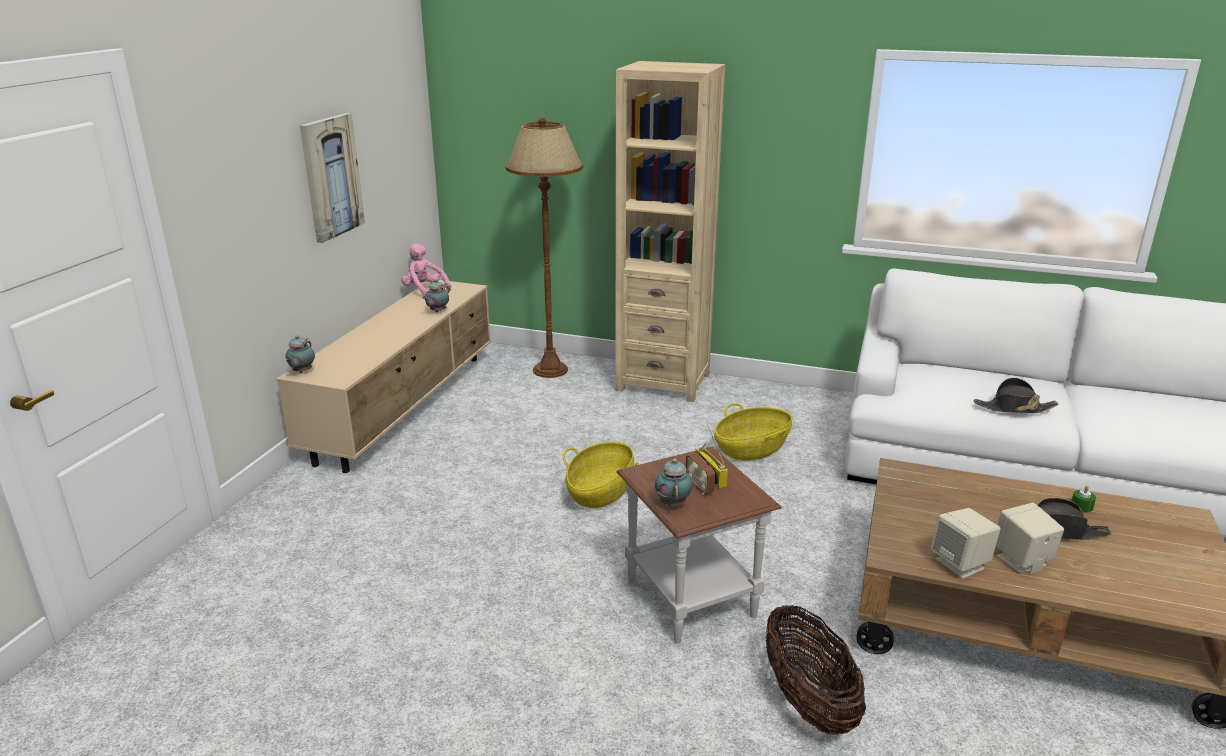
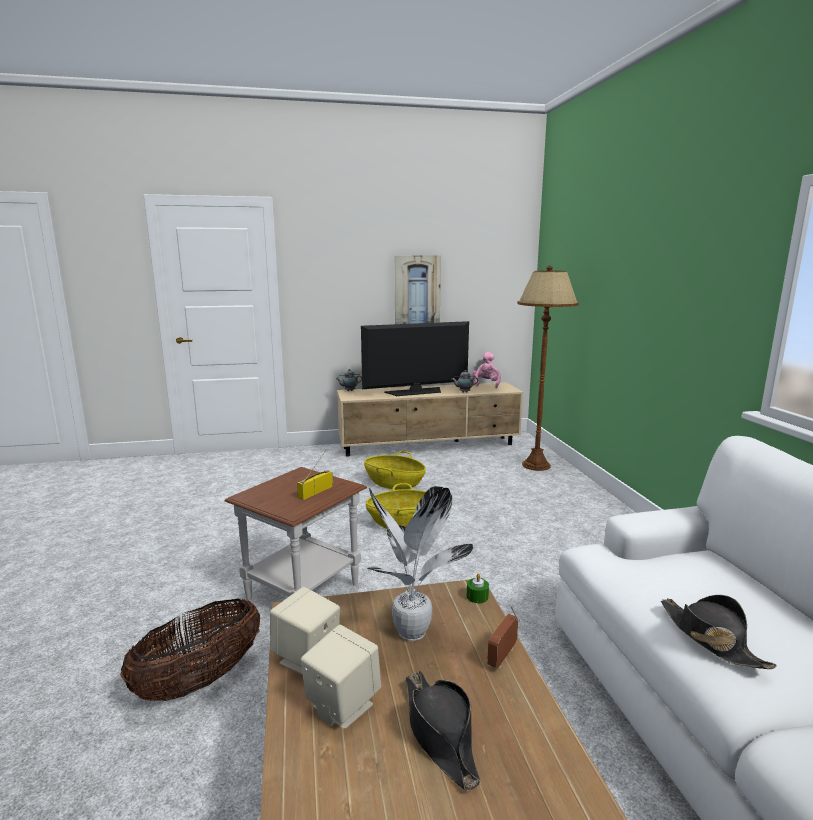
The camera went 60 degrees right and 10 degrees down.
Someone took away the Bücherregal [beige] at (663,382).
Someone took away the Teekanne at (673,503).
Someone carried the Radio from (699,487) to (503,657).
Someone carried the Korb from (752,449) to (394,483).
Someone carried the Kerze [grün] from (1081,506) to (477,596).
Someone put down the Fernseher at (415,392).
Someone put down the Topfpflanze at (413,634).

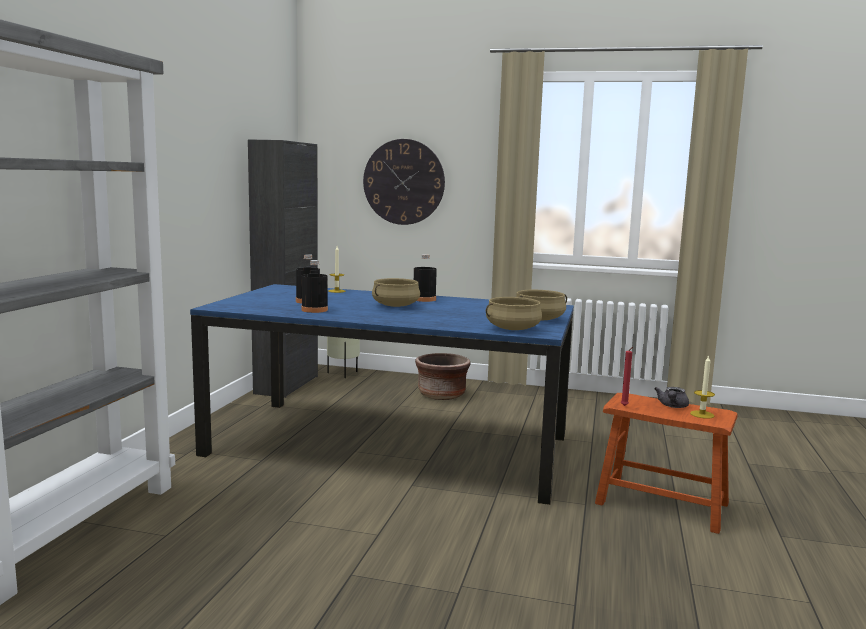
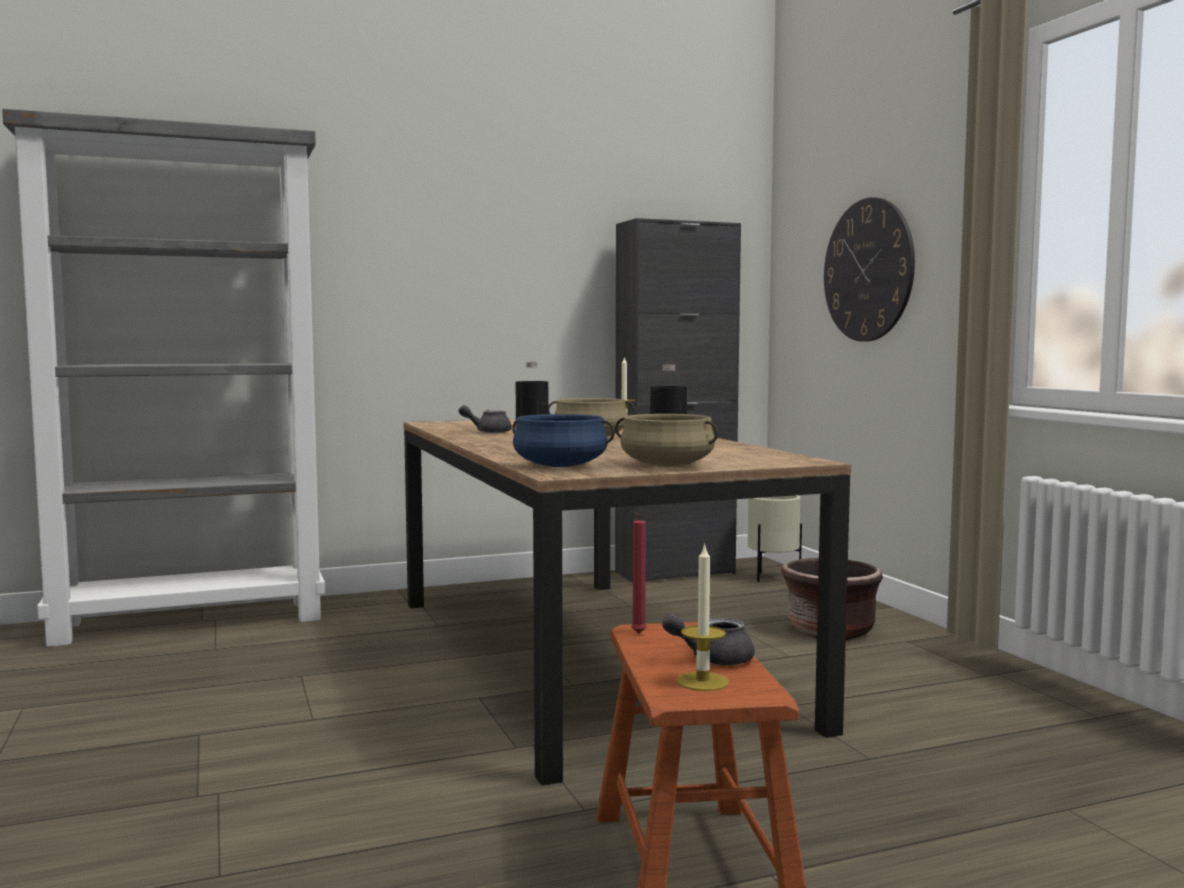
The camera went 55 degrees right and 5 degrees down.
Someone repainted the Esstisch [blau] at (388,446), which became the Esstisch [braun] at (580,657).
Someone swapped the Flasche [schwarz] at (314,310) for the Teekanne [grau] at (488,432).
Someone repainted the Kochtopf [beige] at (513,329), which became the Kochtopf [blau] at (561,466).

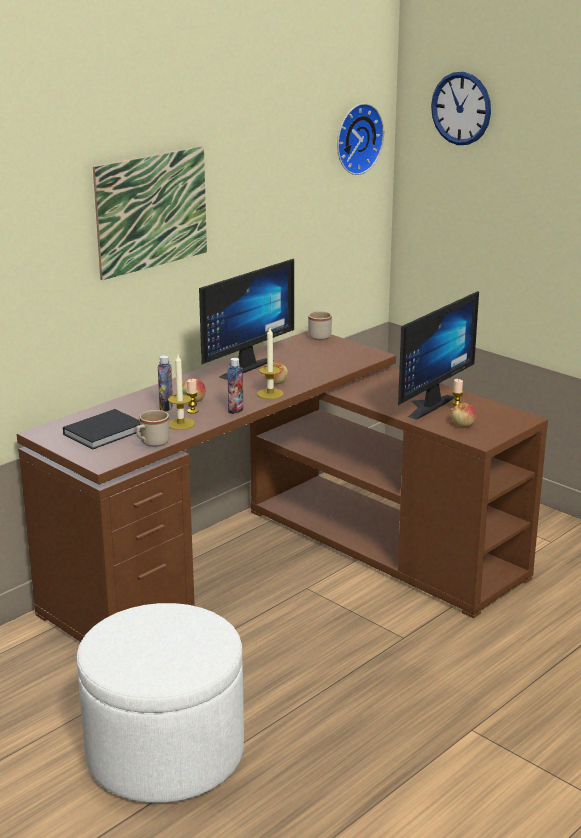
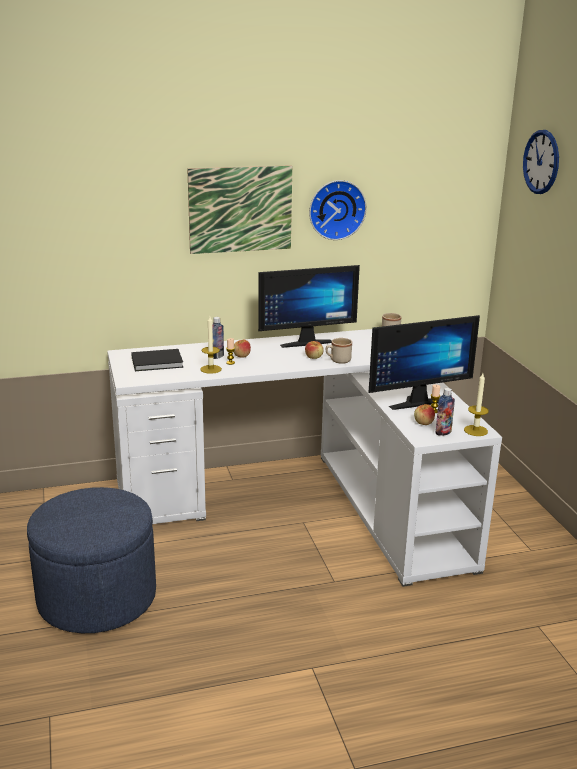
The camera went 30 degrees right and 0 degrees up.
Someone repainted the Schreibtisch [braun] at (286,563), which became the Schreibtisch [weiß] at (308,500).
Someone repainted the Polsterhocker [weiß] at (165,752), which became the Polsterhocker [blau] at (97,597).
Someone carried the Henkelbecher [beige] from (152,443) to (337,360).
Someone carried the Flasche from (235,410) to (443,432).
Someone carried the Kerze from (270,394) to (475,430).
Someone carried the Wanduhr from (356,138) to (336,209).

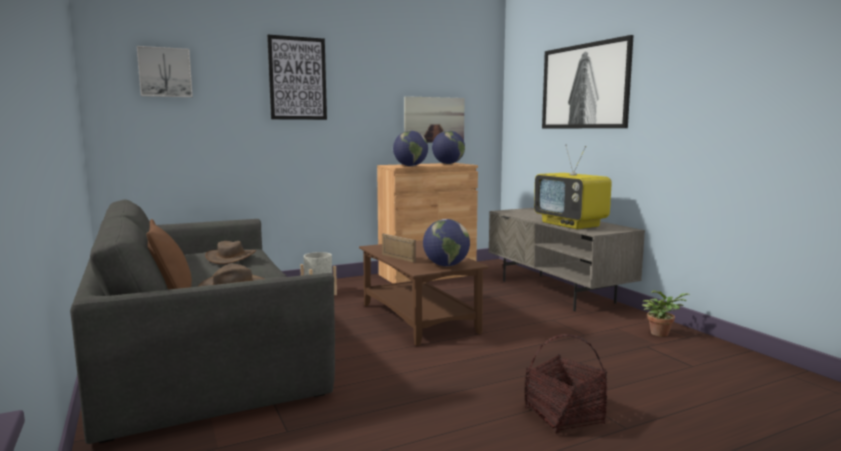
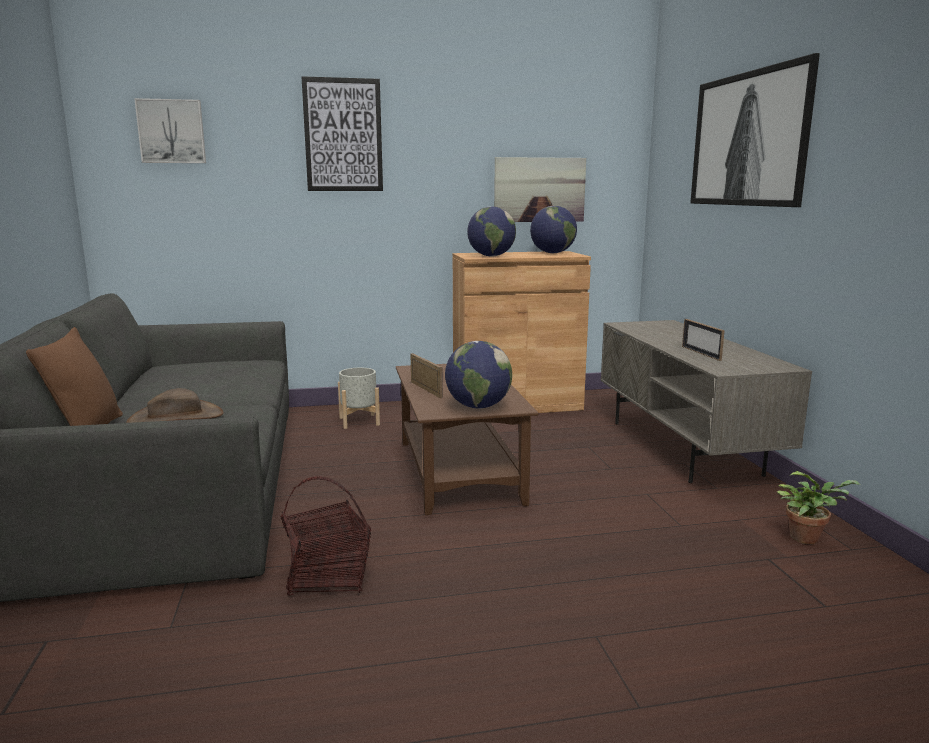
The camera went 15 degrees right and 5 degrees up.
Someone took away the Hut [braun] at (231,257).
Someone carried the Korb from (564,416) to (328,576).
Someone swapped the Fernseher at (571,224) for the Bilderrahmen at (701,353).

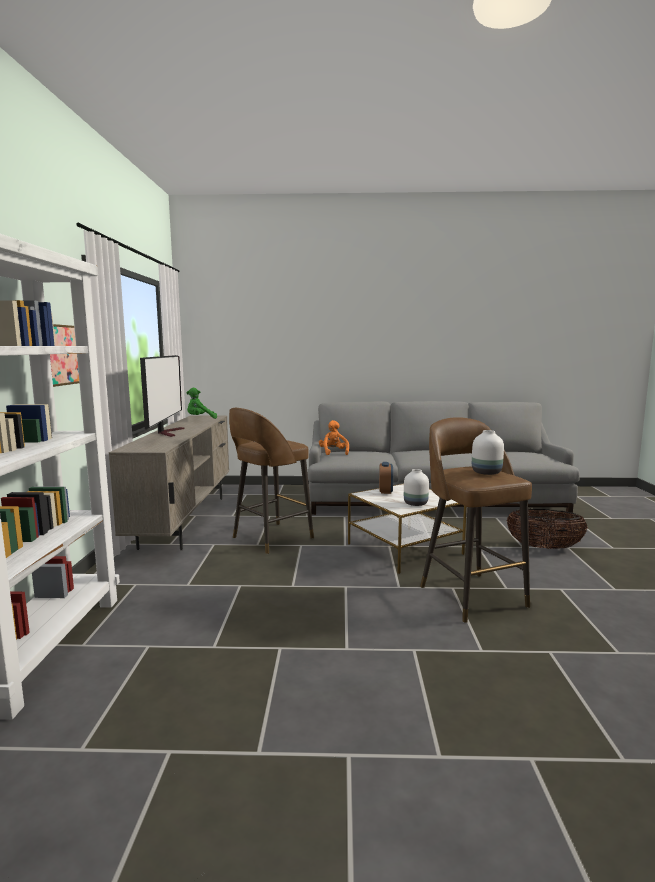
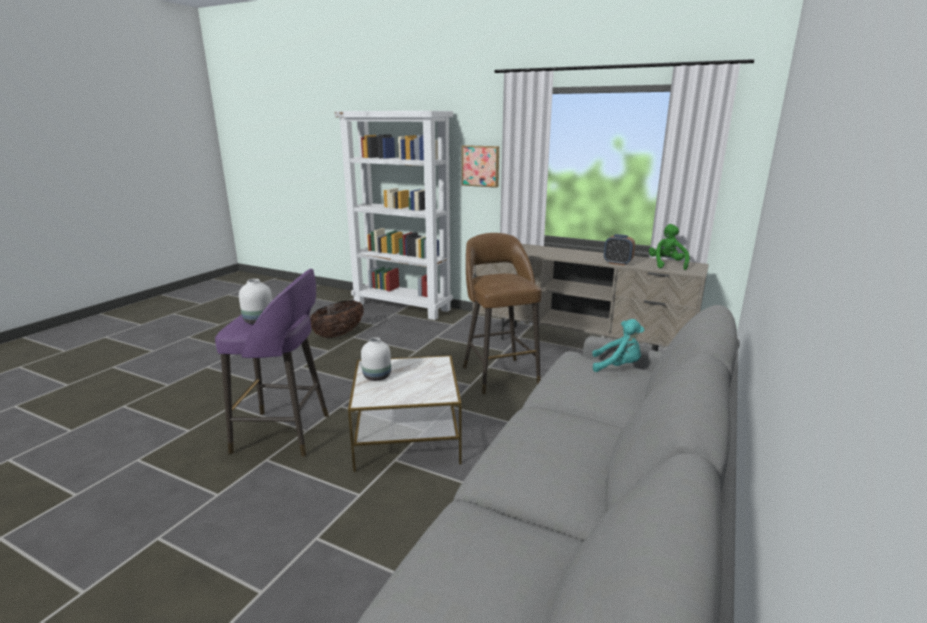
The camera went 115 degrees right and 10 degrees up.
Someone took away the Fernseher at (168,432).
Someone repainted the Plüschtier [orange] at (333,452), which became the Plüschtier [türkis] at (617,366).
Someone carried the Wecker from (385,491) to (617,263).
Someone repainted the Hocker [braun] at (470,595), which became the Hocker [lila] at (285,434).
Someone carried the Korb from (544,547) to (339,334).

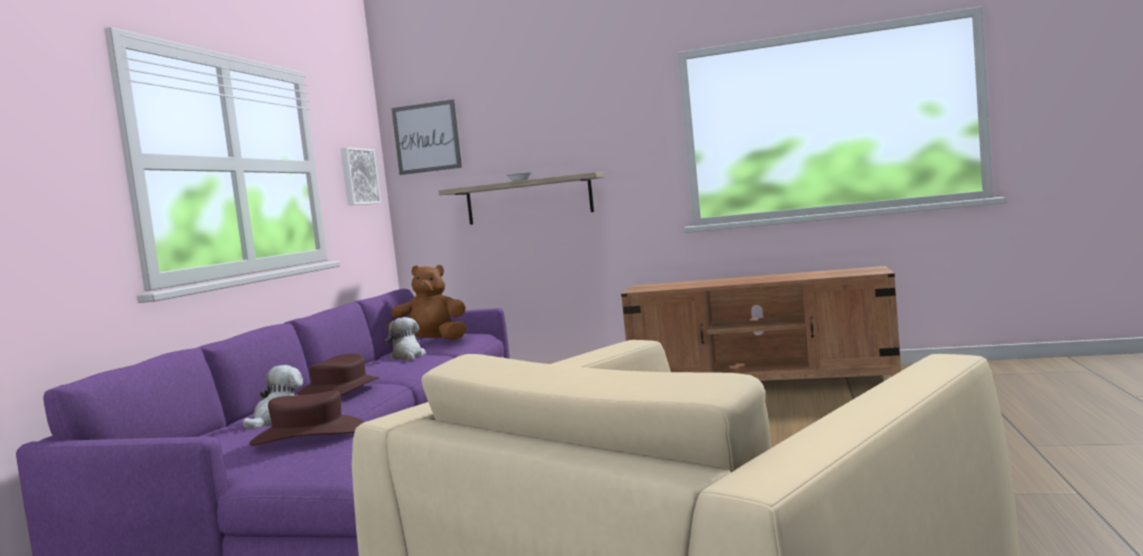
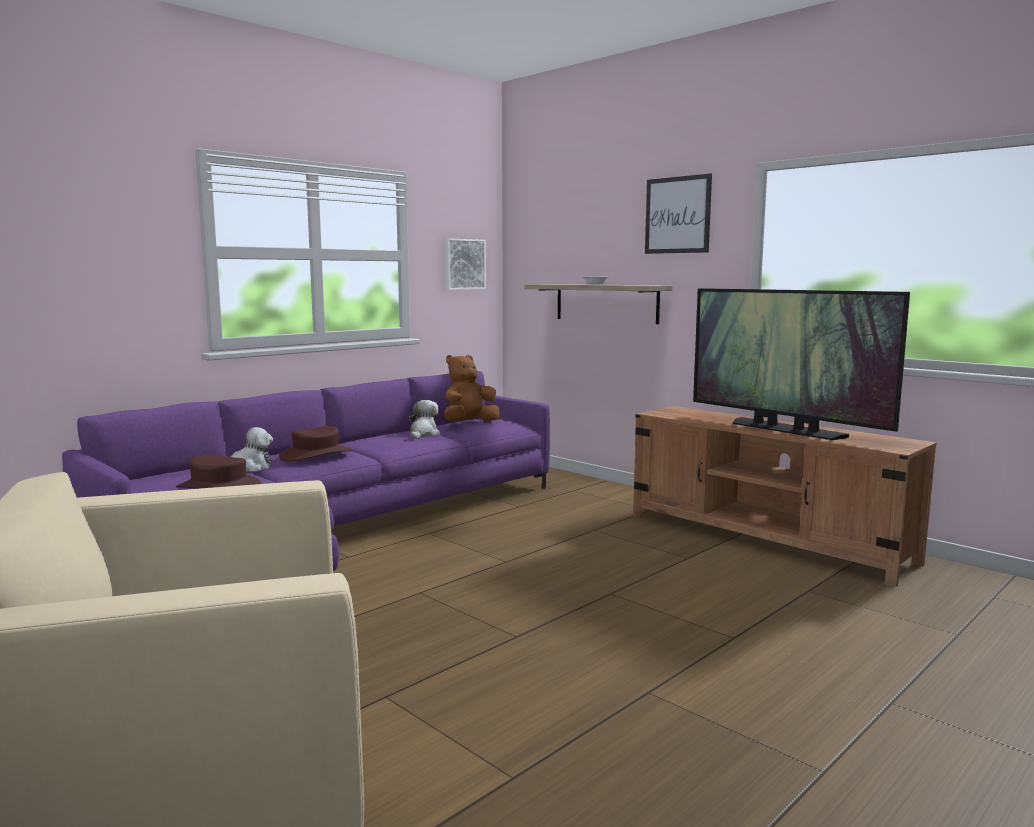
The camera went 30 degrees right and 5 degrees up.
Someone rotated the Plüschtier [braun] at (431,341) by 75 degrees counterclockwise.
Someone carried the Bild from (426,137) to (677,215).
Someone put down the Fernseher at (785,430).

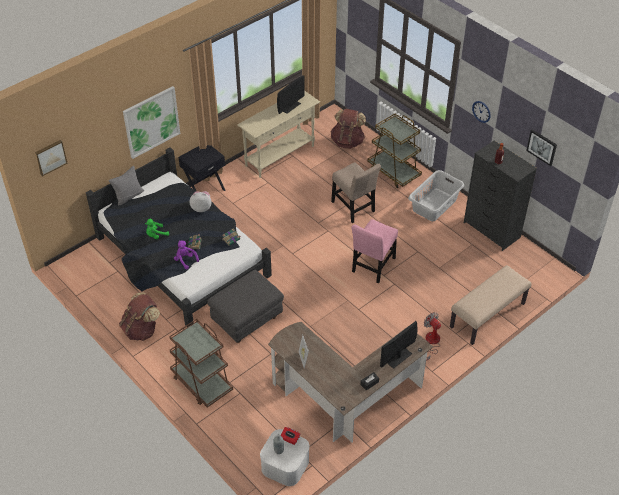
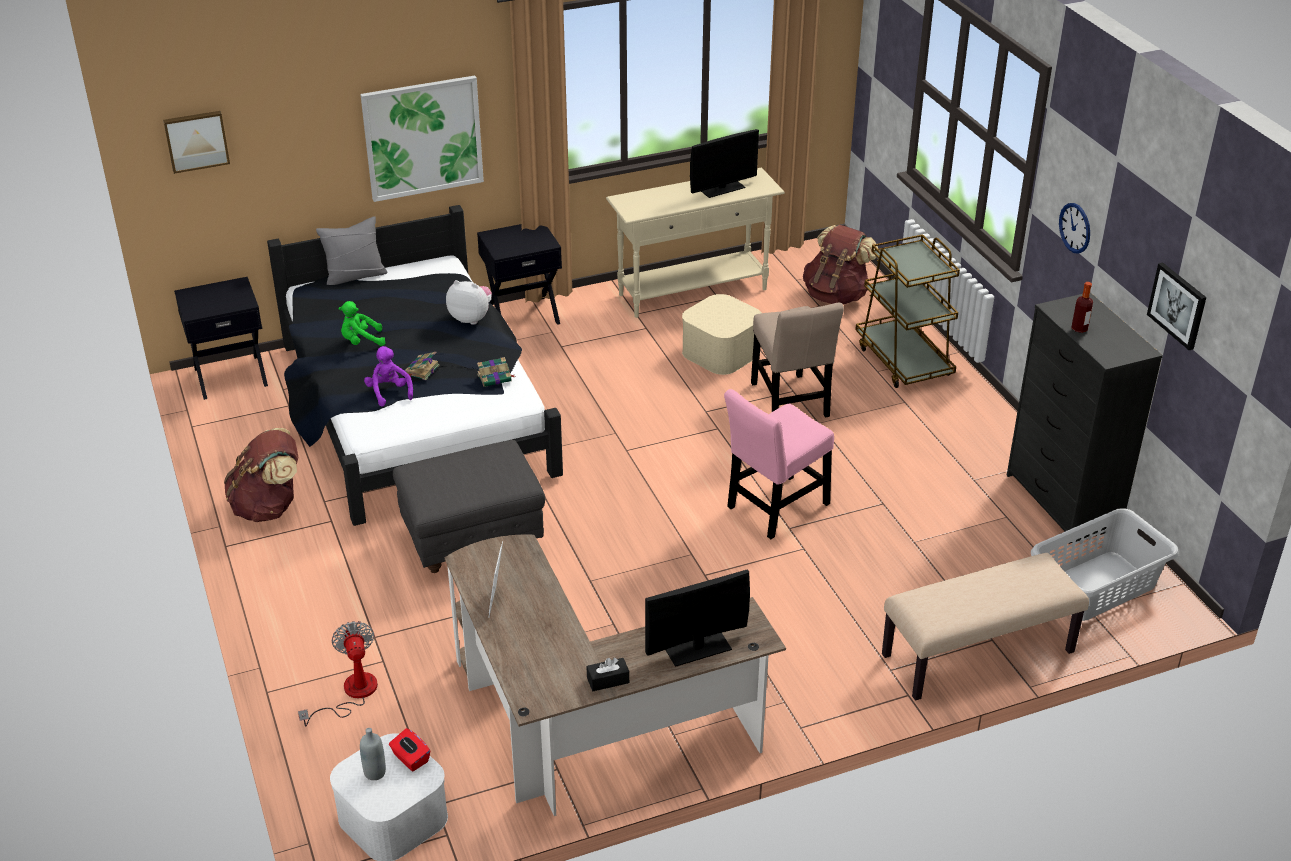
The camera went 20 degrees right and 10 degrees down.
Someone took away the Rollwagen [braun] at (201,383).
Someone carried the Wäschekorb [grau] from (435,205) to (1098,586).
Someone carried the Ventilator from (431,343) to (351,694).
Someone put down the Nachttisch [schwarz] at (230,376).
Someone put down the Aufbewahrungsbox [beige] at (720,352).

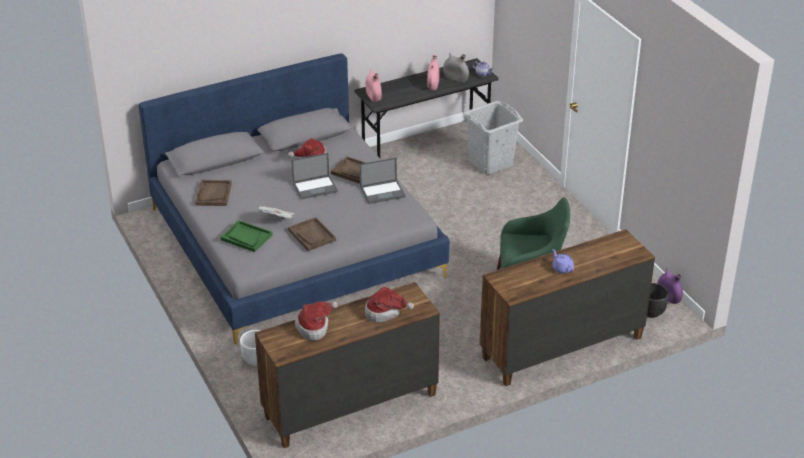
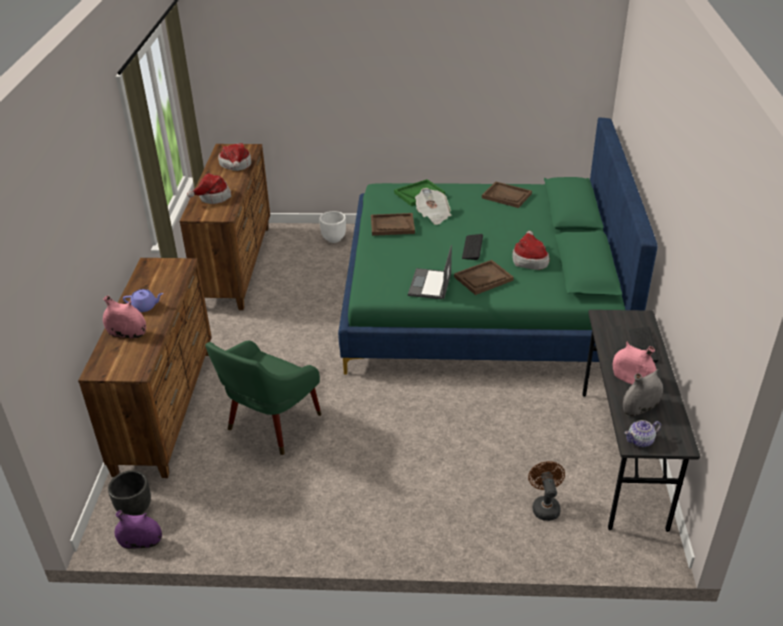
The camera went 120 degrees right and 0 degrees up.
Someone repainted the Bett [grau] at (295,242), which became the Bett [grün] at (481,298).
Someone swapped the Laptop at (315,187) for the Tastatur at (472,247).
Someone carried the Vase [rosa] from (373,96) to (127,334).
Someone swapped the Wäschekorb [grau] at (491,163) for the Ventilator [braun] at (544,506).

